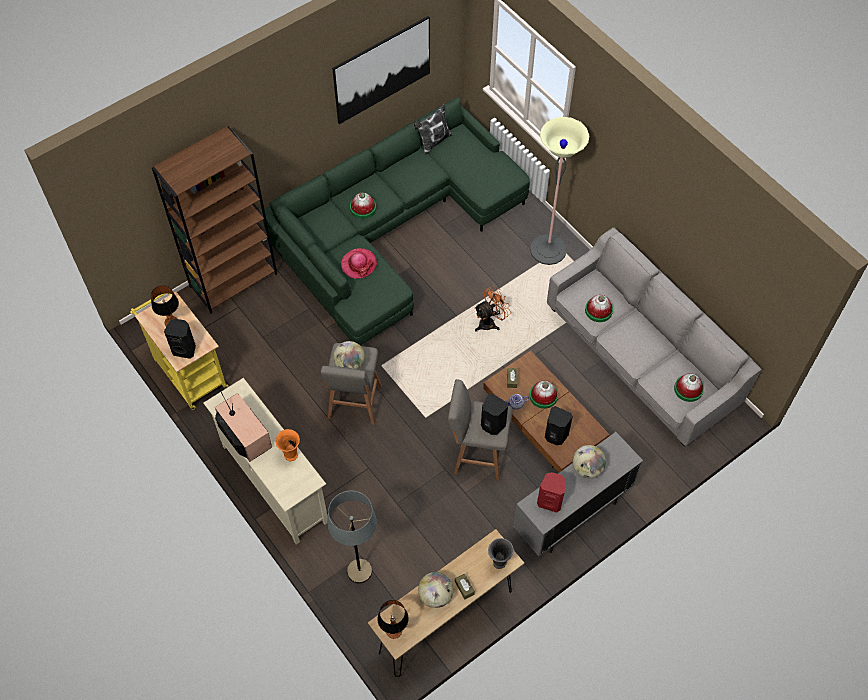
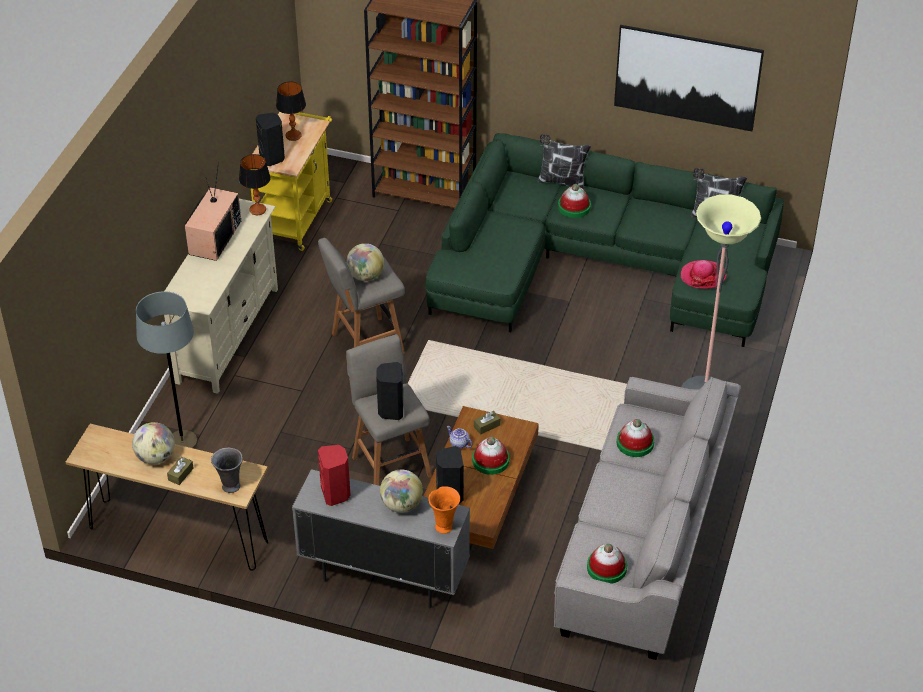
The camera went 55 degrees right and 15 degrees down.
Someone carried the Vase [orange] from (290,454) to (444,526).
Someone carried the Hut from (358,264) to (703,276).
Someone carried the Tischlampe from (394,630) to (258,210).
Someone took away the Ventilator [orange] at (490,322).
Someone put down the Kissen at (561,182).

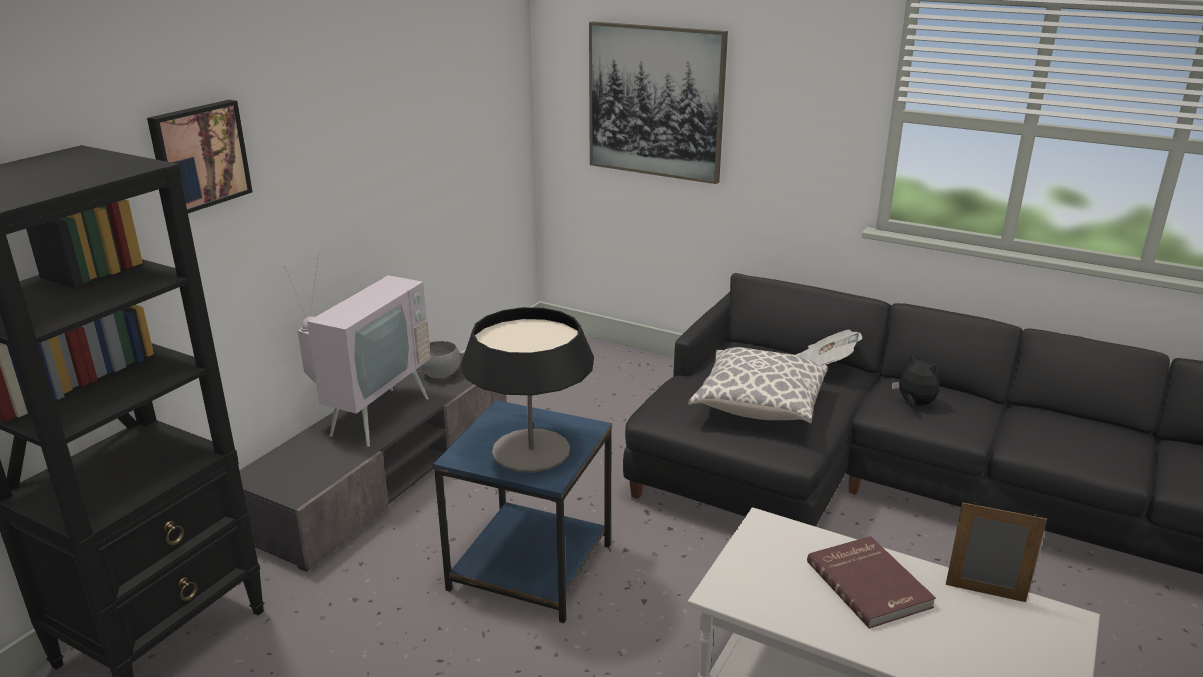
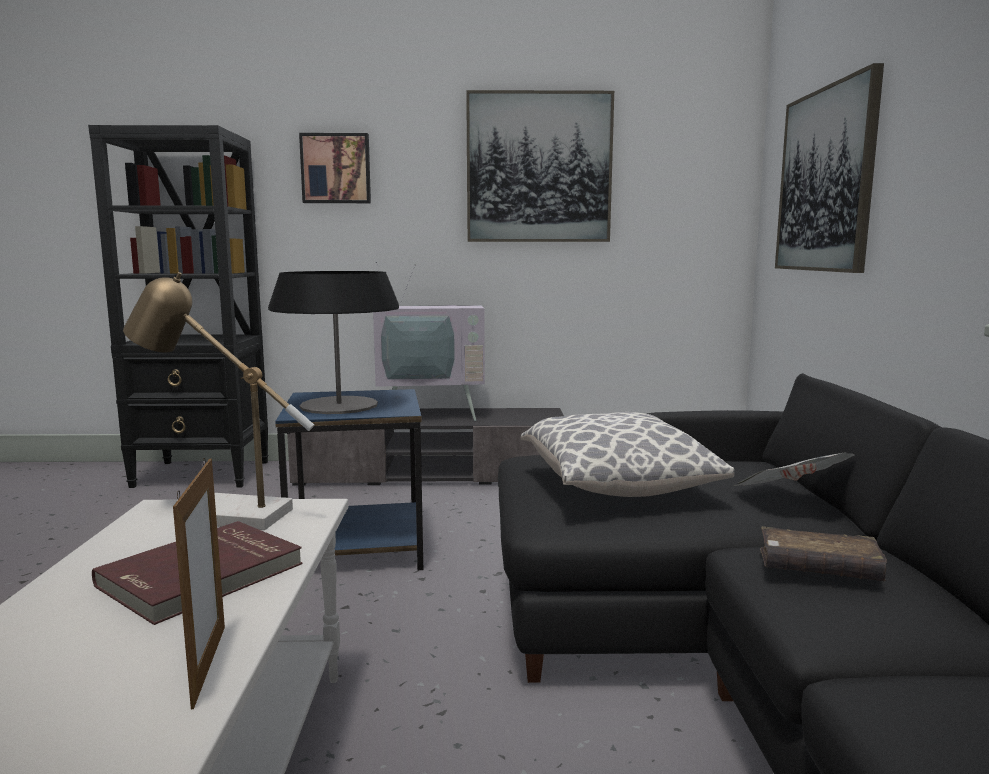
The camera went 60 degrees right and 15 degrees down.
Someone took away the Schüssel [grau] at (439,375).
Someone swapped the Plüschtier at (914,404) for the Buch [braun] at (818,569).
Someone put down the Tischlampe at (220,515).
Someone put up the Bild at (539,168).

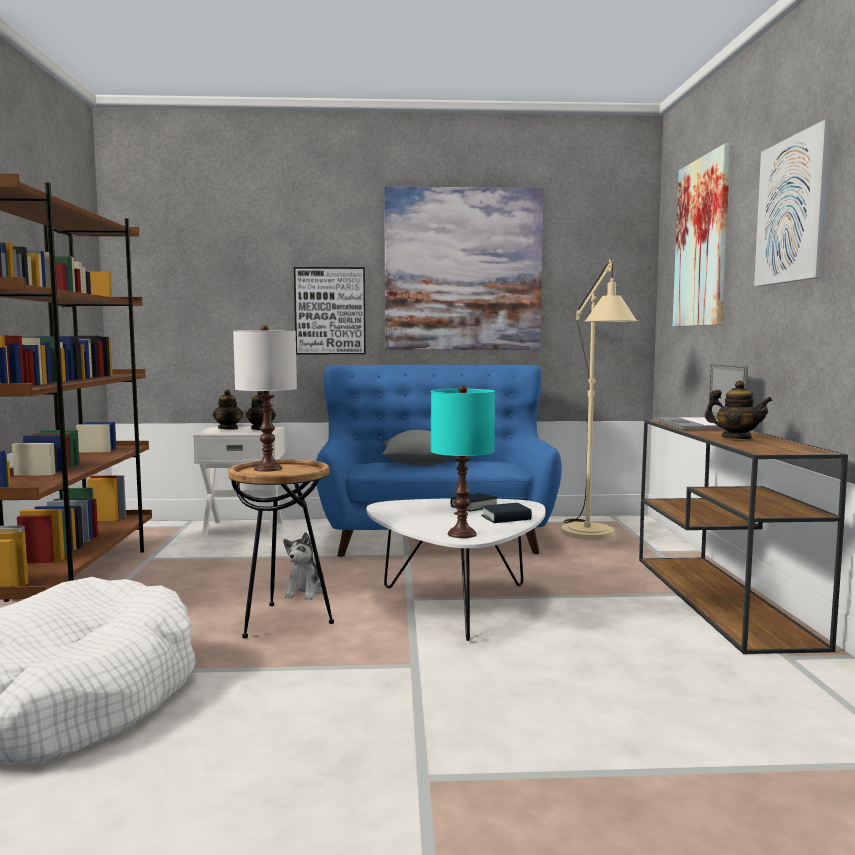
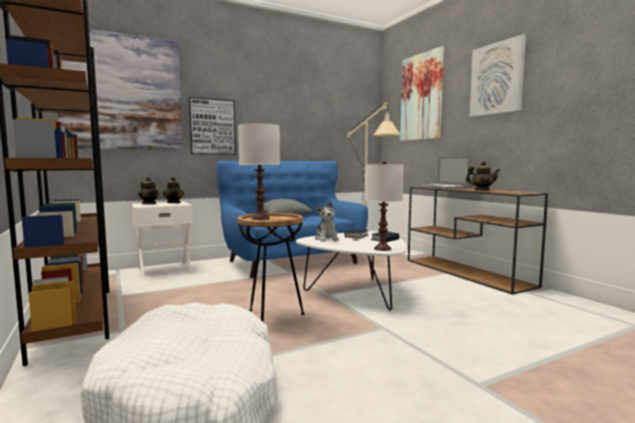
The camera went 25 degrees left and 0 degrees up.
Someone carried the Plüschtier from (306,592) to (326,239).
Someone carried the Bild from (463,269) to (121,92).
Someone repainted the Tischlampe [türkis] at (462,534), which became the Tischlampe [weiß] at (383,249).

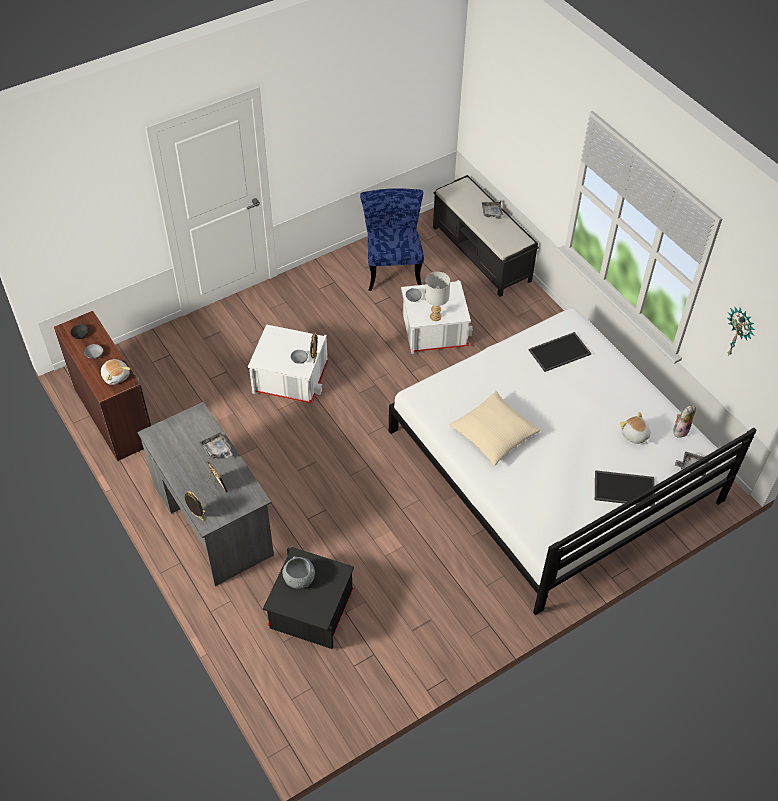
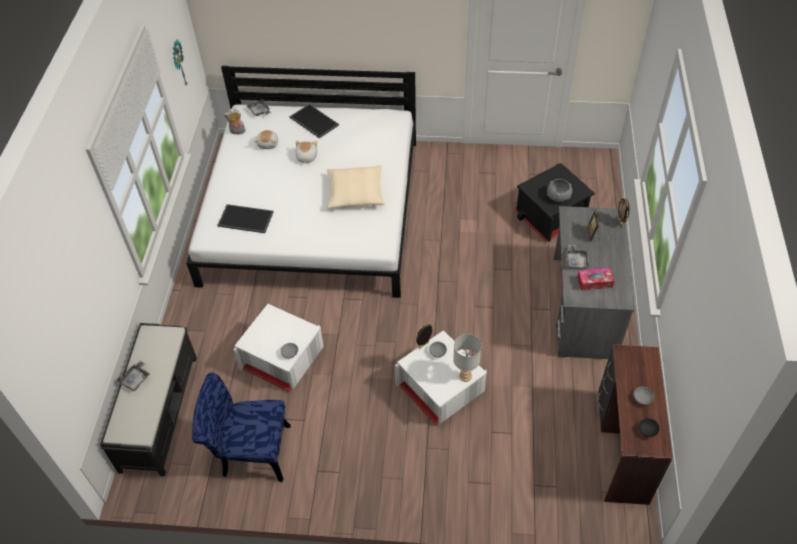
The camera went 140 degrees left and 0 degrees up.
Someone carried the Plüschtier from (116,376) to (306,157).
Someone rotated the Stuhl [blau] at (392,267) by 60 degrees clockwise.
Someone carried the Tischlampe [grau] from (435,317) to (465,376).
Someone put down the Taschentuchbox at (594,282).

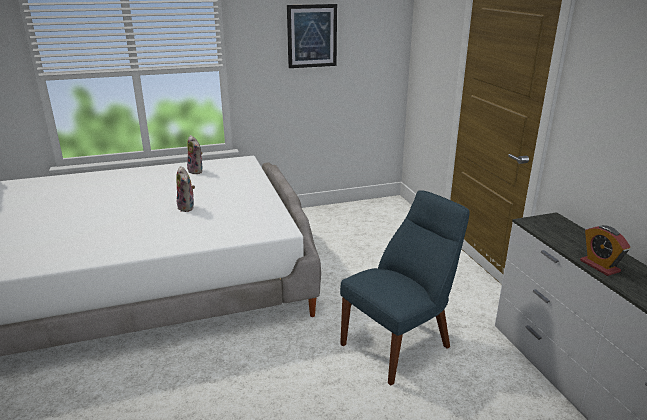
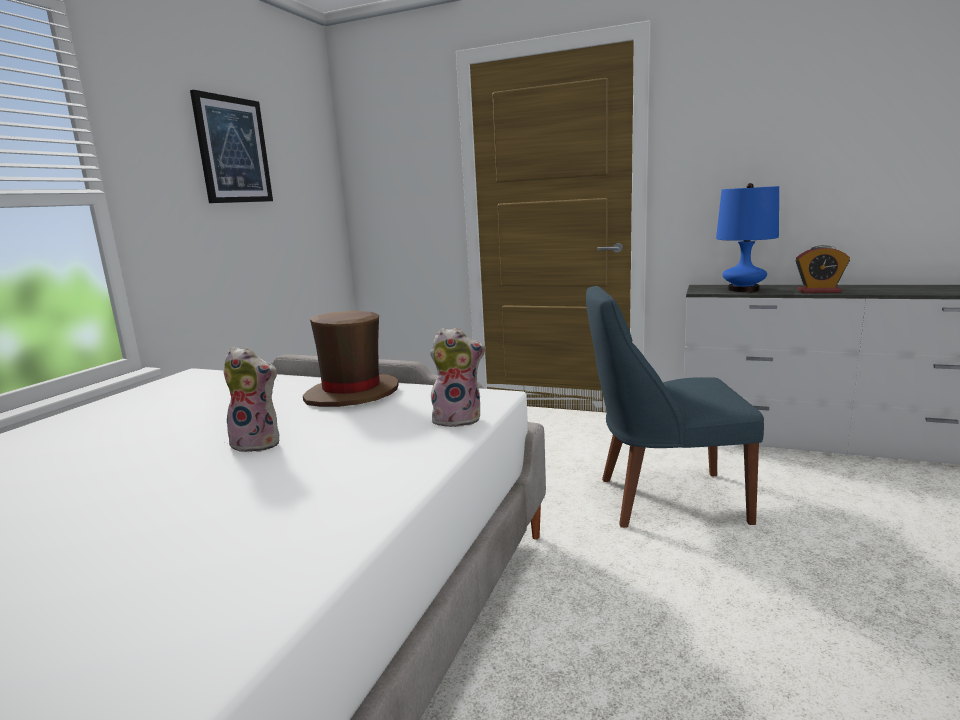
The camera went 50 degrees left and 10 degrees down.
Someone carried the Plüschtier from (197,171) to (458,419).
Someone rotated the Stuhl [blau] at (399,344) by 90 degrees counterclockwise.
Someone put down the Hut [braun] at (352,394).
Someone put down the Tischlampe [blau] at (743,290).

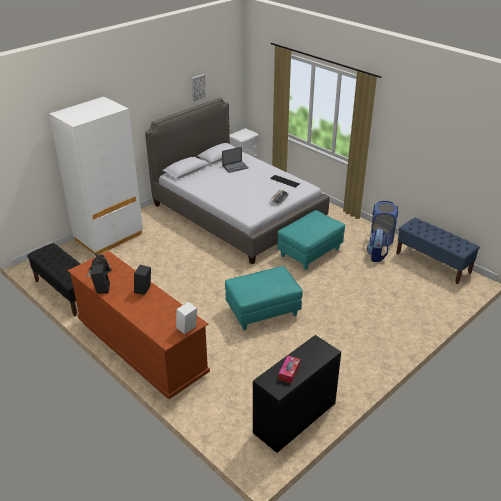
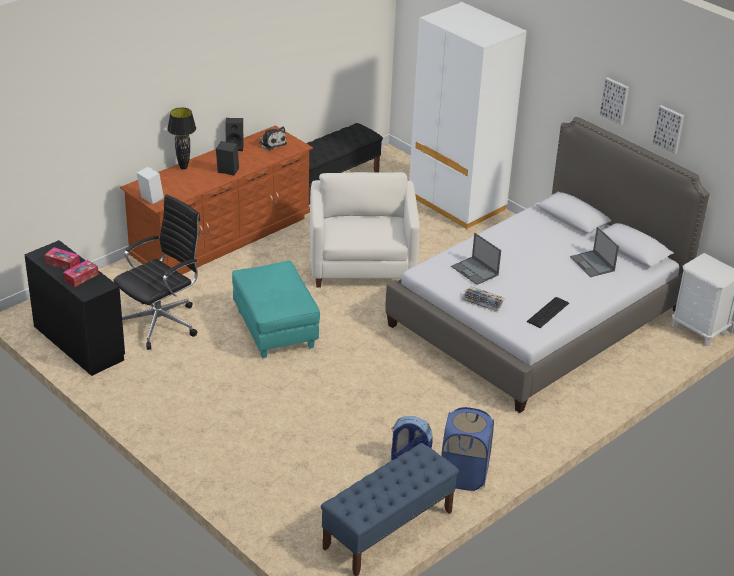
The camera went 90 degrees right and 0 degrees up.
Someone took away the Polsterhocker [türkis] at (310,252).
Someone put down the Taschentuchbox at (81,277).
Someone put down the Bürostuhl [schwarz] at (161,322).
Someone put down the Tischlampe [schwarz] at (183,168).
Someone put down the Sessel [weiß] at (362,264).
Someone put down the Laptop at (475,271).
Someone put up the Bild at (615,100).

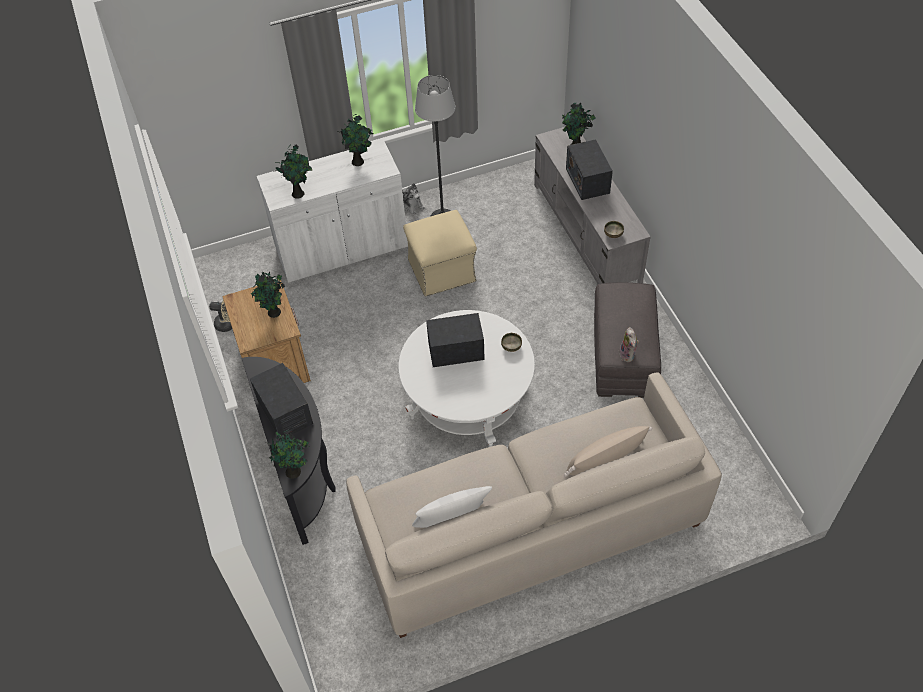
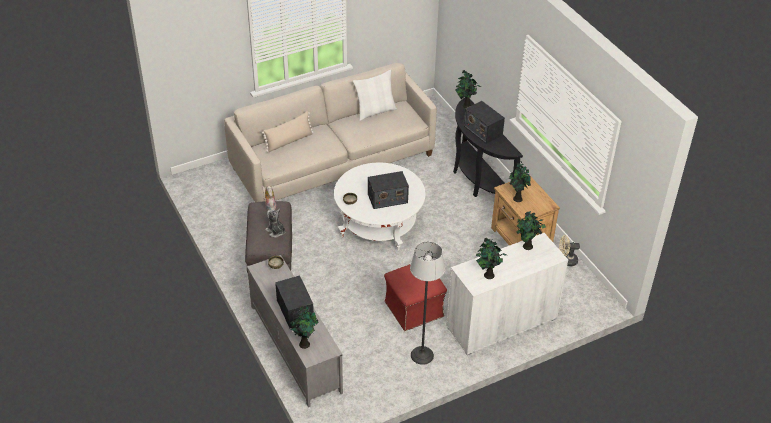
The camera went 170 degrees right and 10 degrees down.
Someone carried the Plüschtier from (412,205) to (276,231).
Someone repainted the Polsterhocker [beige] at (442,270), which became the Polsterhocker [rot] at (413,309).

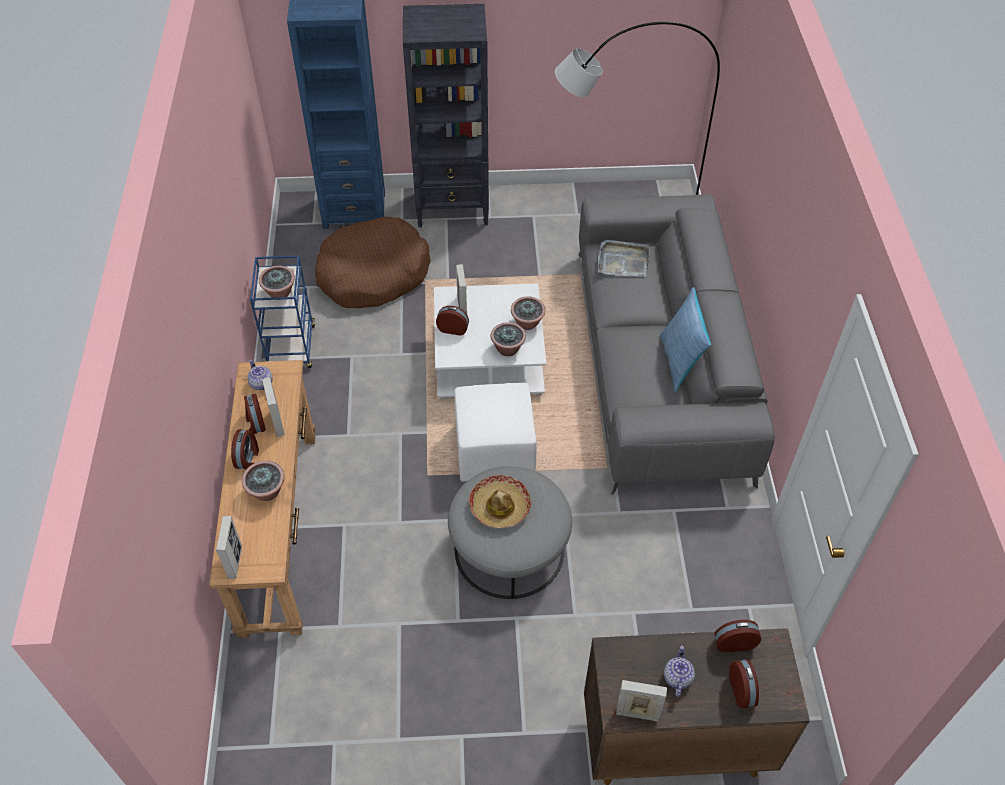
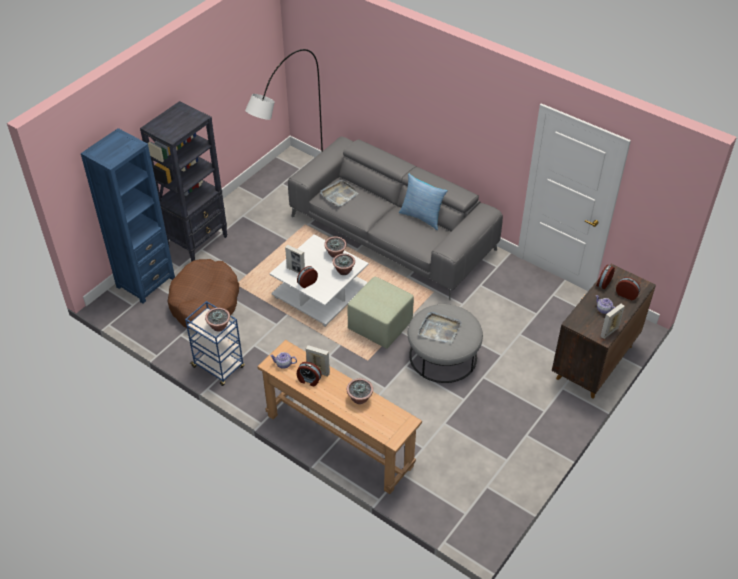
The camera went 50 degrees left and 5 degrees down.
Someone took away the Bilderrahmen at (235,562).
Someone took away the Wecker at (248,458).
Someone repainted the Polsterhocker [weiß] at (494,450), which became the Polsterhocker [grün] at (379,326).
Someone swapped the Hut at (499,506) for the Tablett [grau] at (439,329).

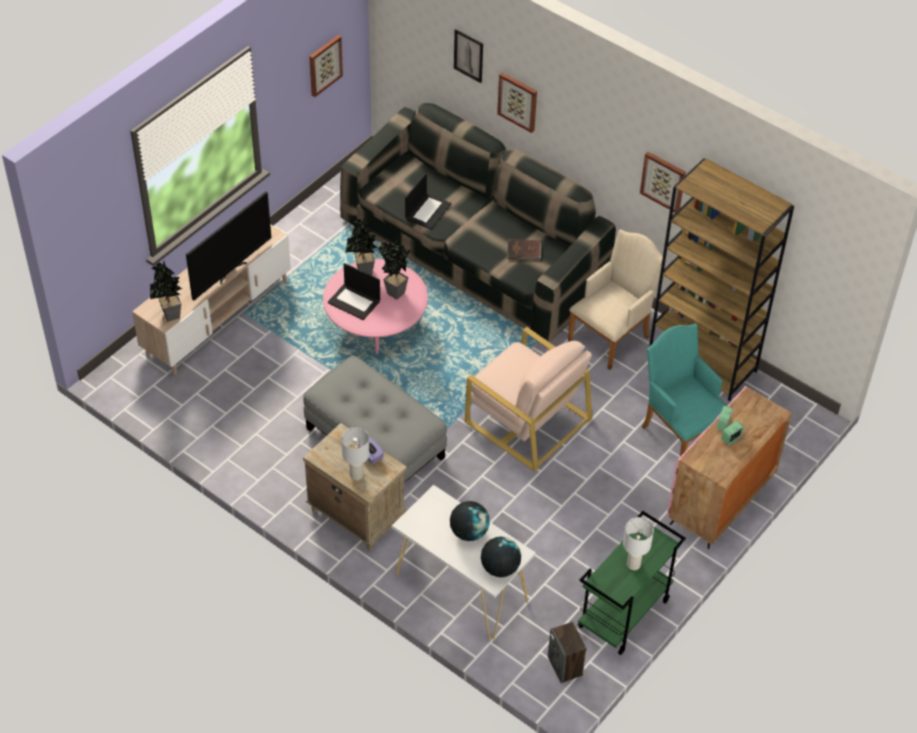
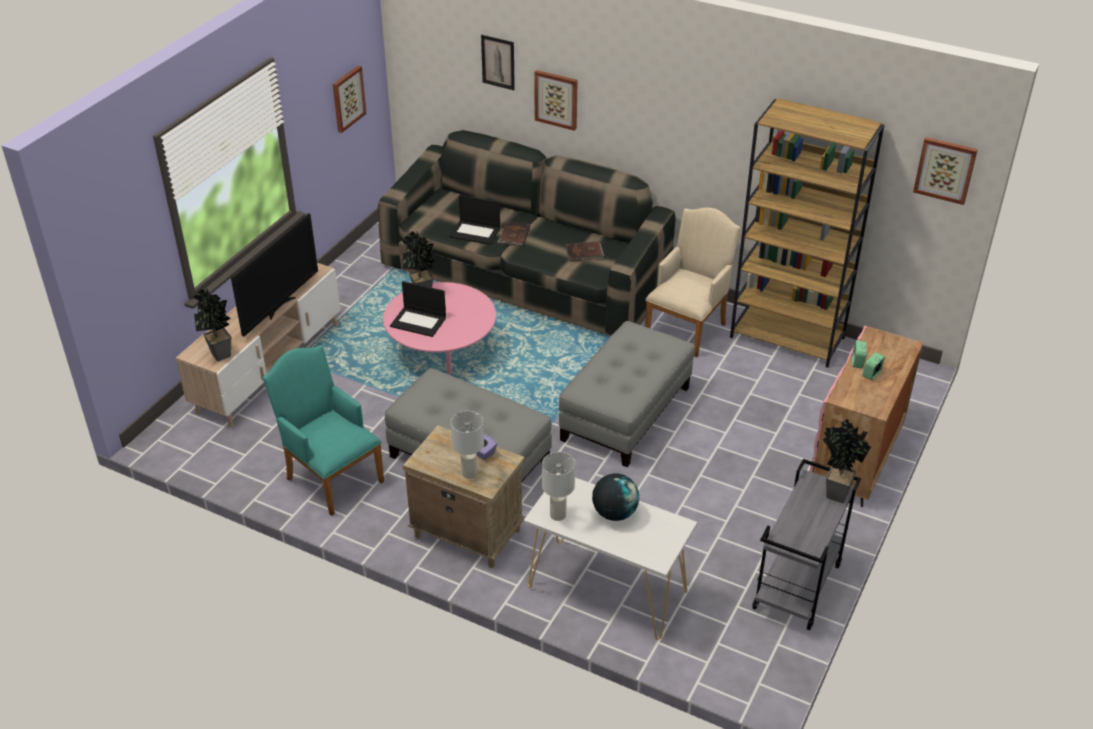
The camera went 10 degrees left and 10 degrees down.
Someone carried the Topfpflanze from (394,290) to (834,492).
Someone rotated the Laptop at (428,211) by 90 degrees clockwise.
Someone swapped the Sessel [beige] at (527,419) for the Polsterhocker [grau] at (626,414).
Someone took away the Globus at (500,568).
Someone took away the Lautsprecher at (565,666).
Someone repainted the Rollwagen [grün] at (624,615), which became the Rollwagen [grau] at (797,588).
Someone carried the Tischlampe [weiß] from (633,564) to (558,514).
Someone carried the Bild from (663,181) to (945,170).
Someone carried the Sessel [türkis] from (680,431) to (331,476).
Someone put down the Buch [braun] at (514,235).

